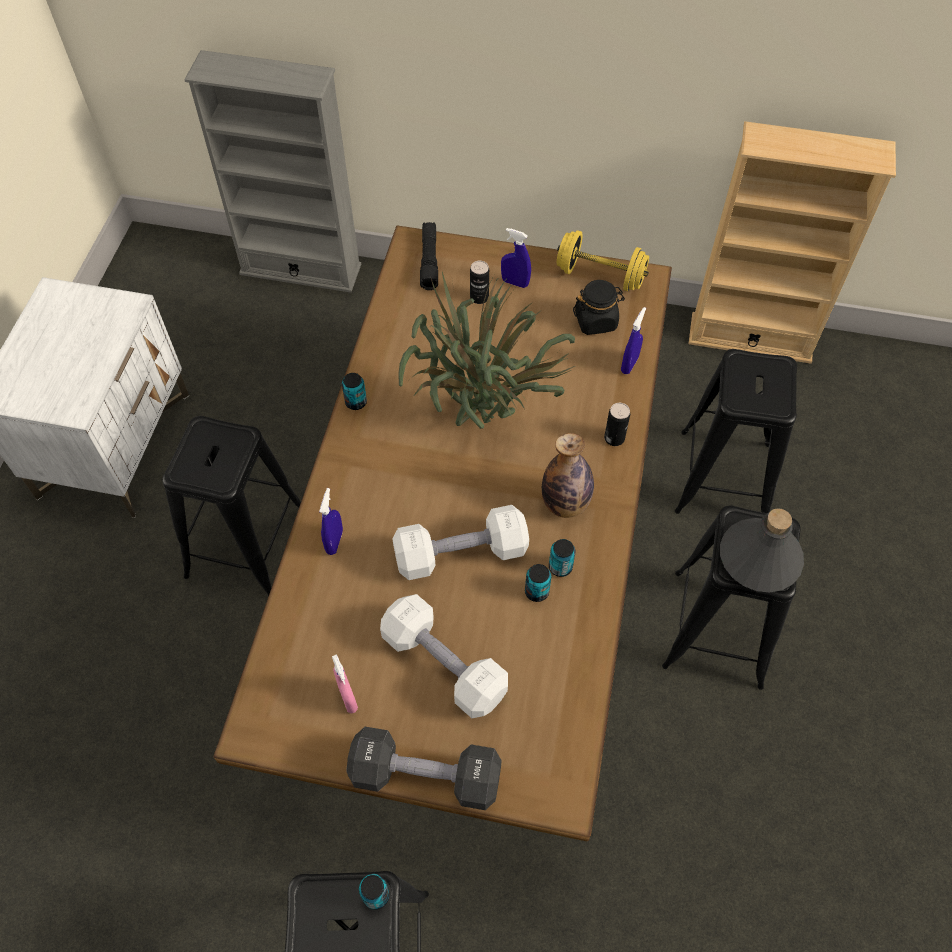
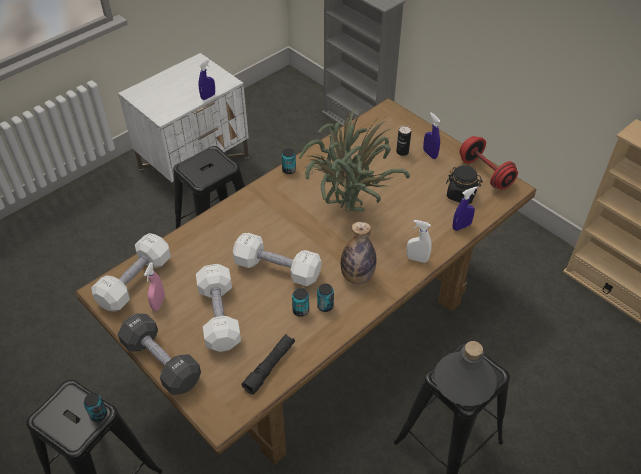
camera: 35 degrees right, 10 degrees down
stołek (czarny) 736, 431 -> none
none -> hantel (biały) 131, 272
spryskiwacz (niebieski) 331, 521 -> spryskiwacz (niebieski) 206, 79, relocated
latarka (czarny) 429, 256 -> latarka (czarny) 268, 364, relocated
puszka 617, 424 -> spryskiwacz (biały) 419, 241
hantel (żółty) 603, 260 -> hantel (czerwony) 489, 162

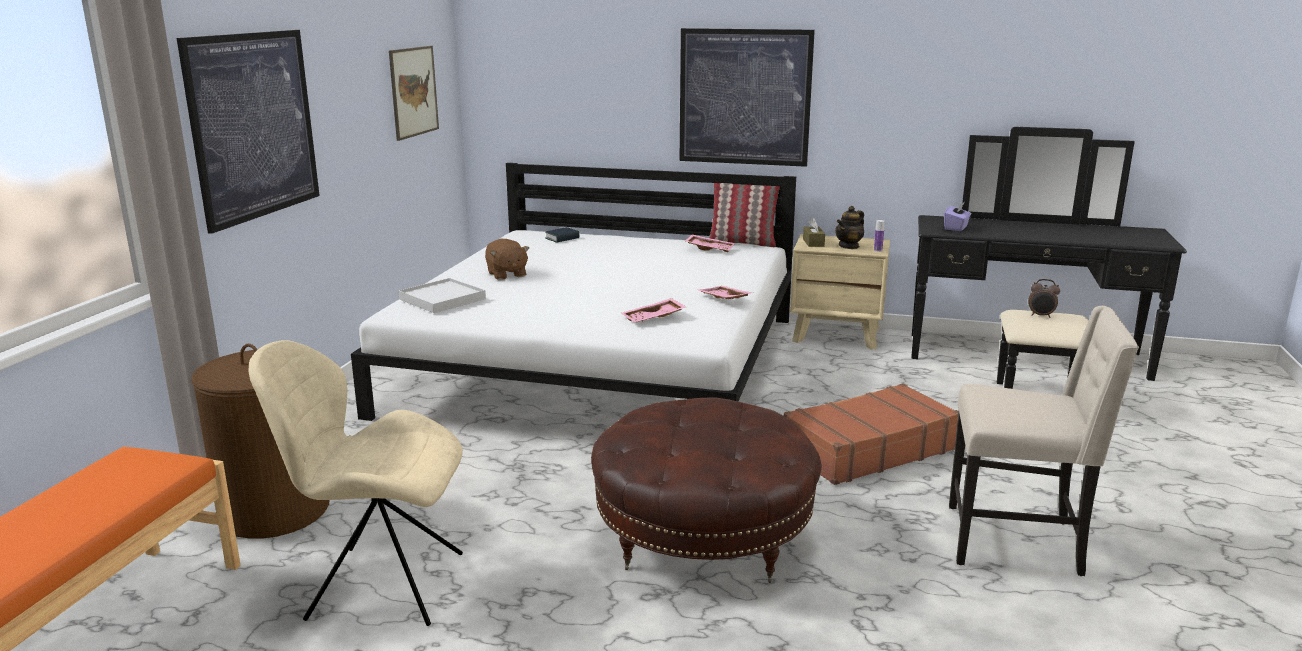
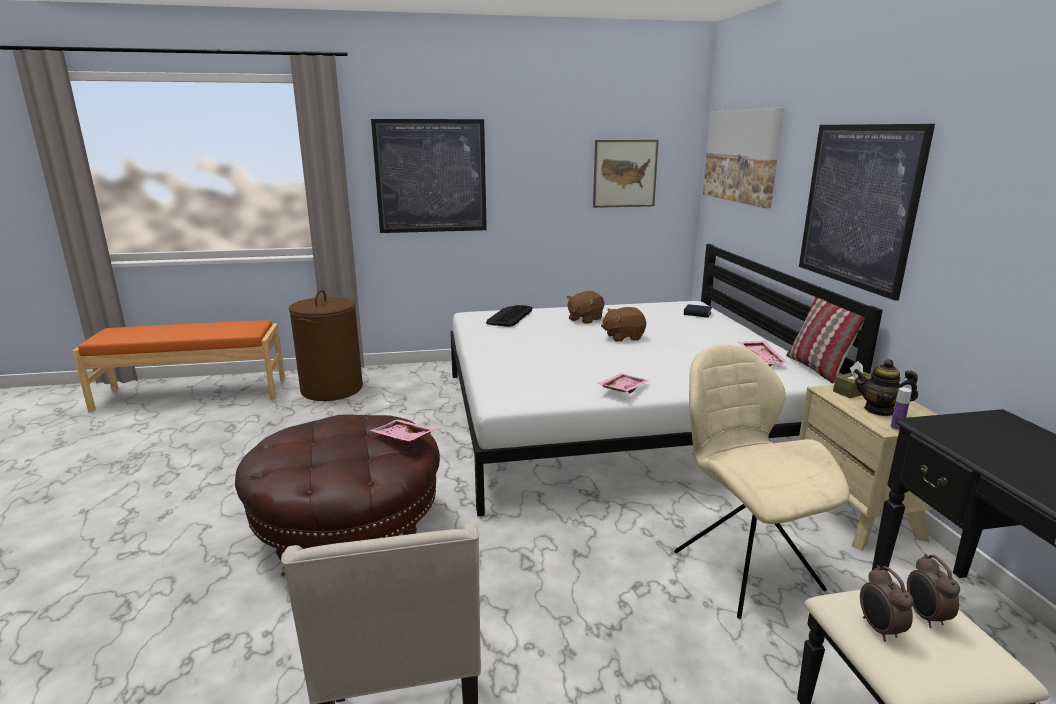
camera: 65 degrees right, 0 degrees up
walizka (brązowy) 871, 434 -> none
pudełko chusteczek (fioletowy) 957, 217 -> none
none -> pluszak (brązowy) 623, 324
none -> obraz 743, 158
none -> budzik 886, 603
krzesło (beżowy) 356, 483 -> krzesło (beżowy) 762, 482, relocated
taca (różowy) 653, 310 -> taca (różowy) 402, 430, relocated
taca (biały) 442, 295 -> klawiatura 509, 316

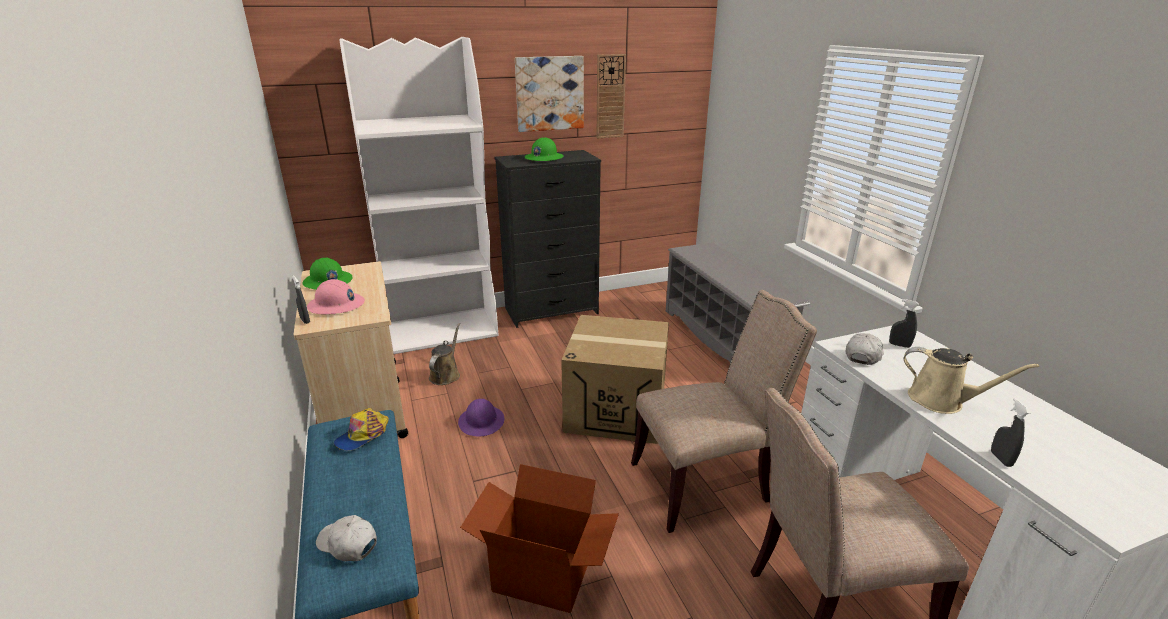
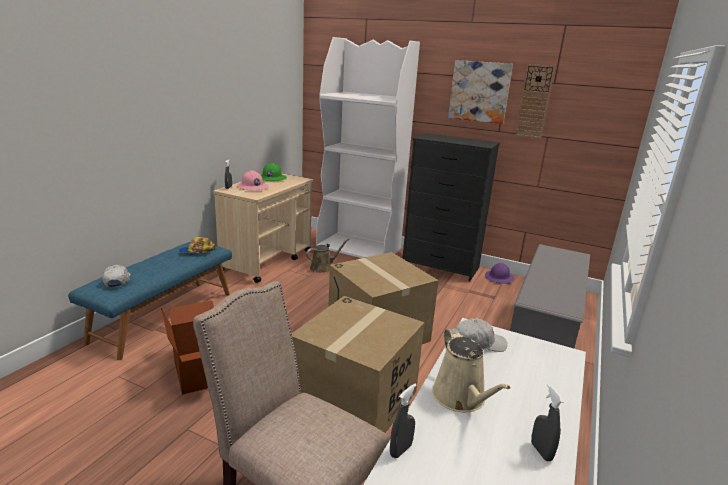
camera: 45 degrees right, 5 degrees down
kask (zielony) 544, 149 -> none
kask (fioletowy) 481, 418 -> kask (fioletowy) 500, 273, relocated
spryskiwacz (szary) 904, 323 -> spryskiwacz (szary) 547, 422, relocated
krzesło (beżowy) 724, 411 -> karton 358, 364

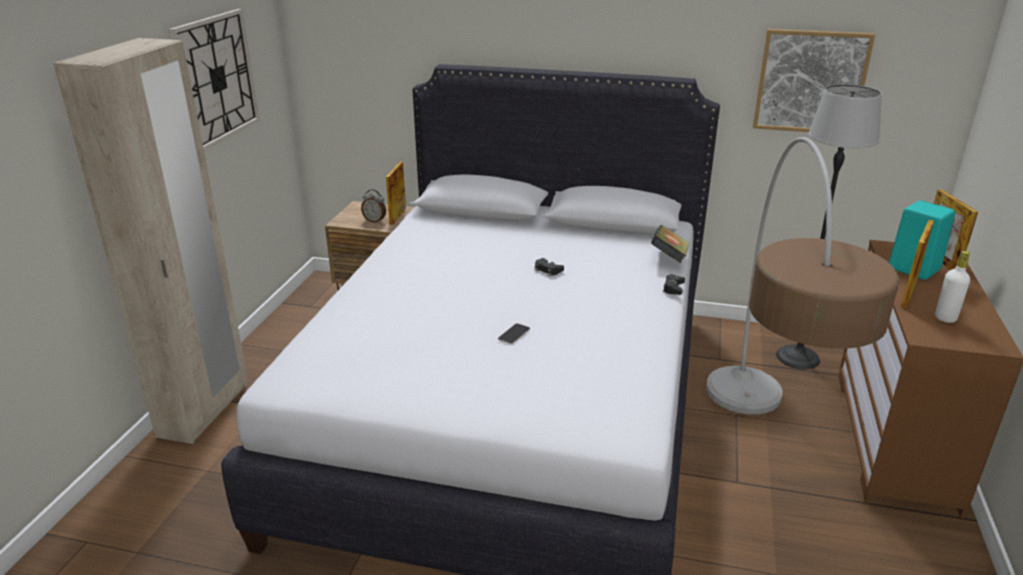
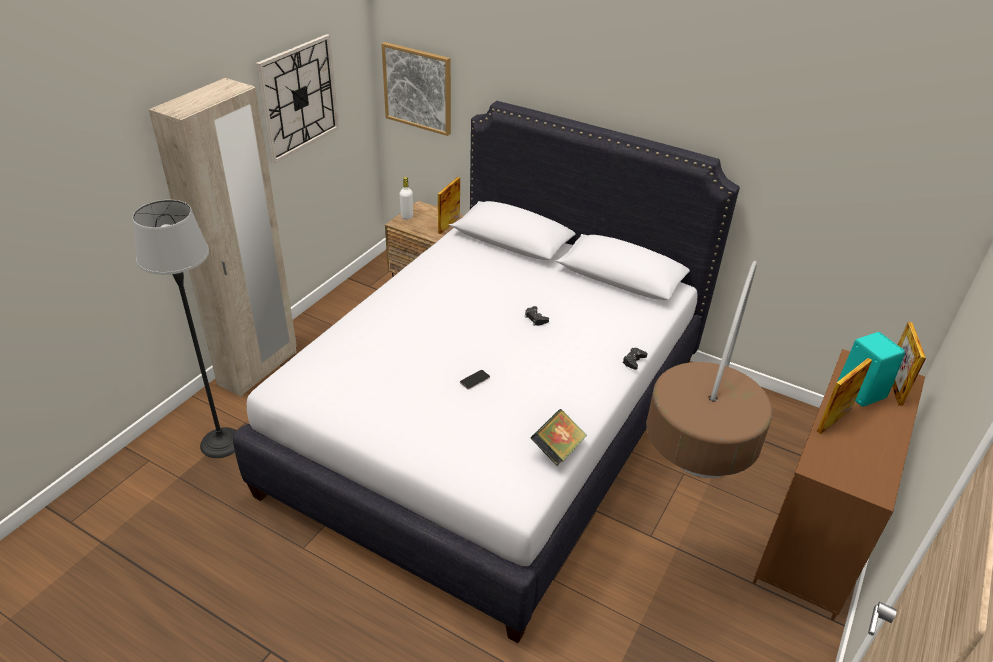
camera: 15 degrees right, 10 degrees up
budzik 373, 206 -> none
książka 670, 244 -> książka 559, 437, relocated
obraz 814, 80 -> obraz 416, 89, relocated
lampa stojąca 829, 226 -> lampa stojąca 185, 329, relocated
butelka (biały) 952, 287 -> butelka (biały) 406, 198, relocated

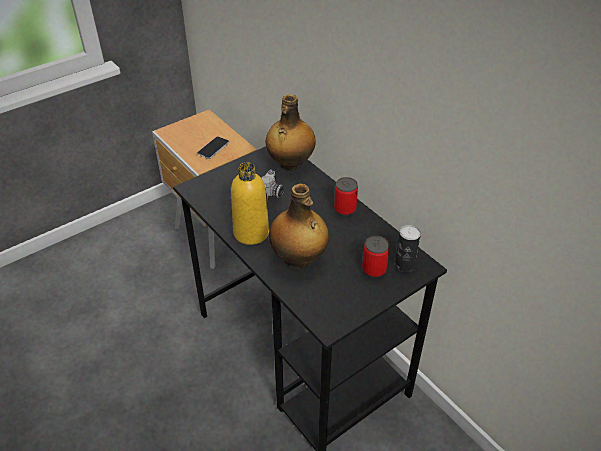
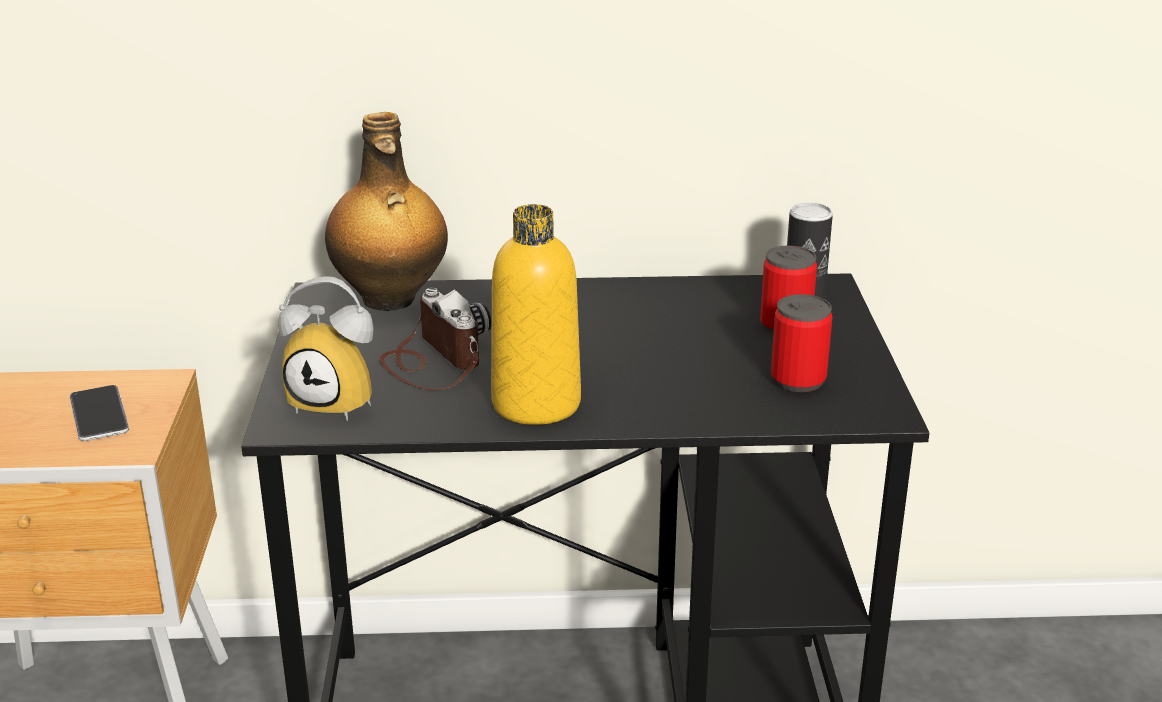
camera: 55 degrees left, 15 degrees down
butelka 299, 226 -> none
none -> budzik 325, 348
puszka 346, 196 -> puszka 801, 343, relocated

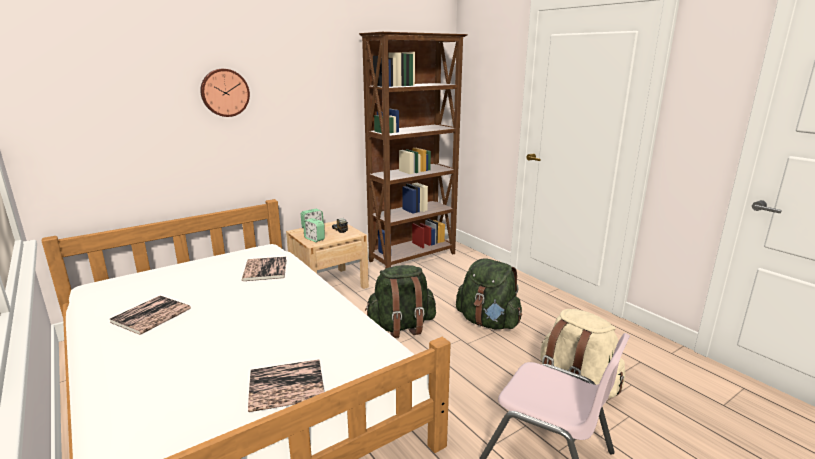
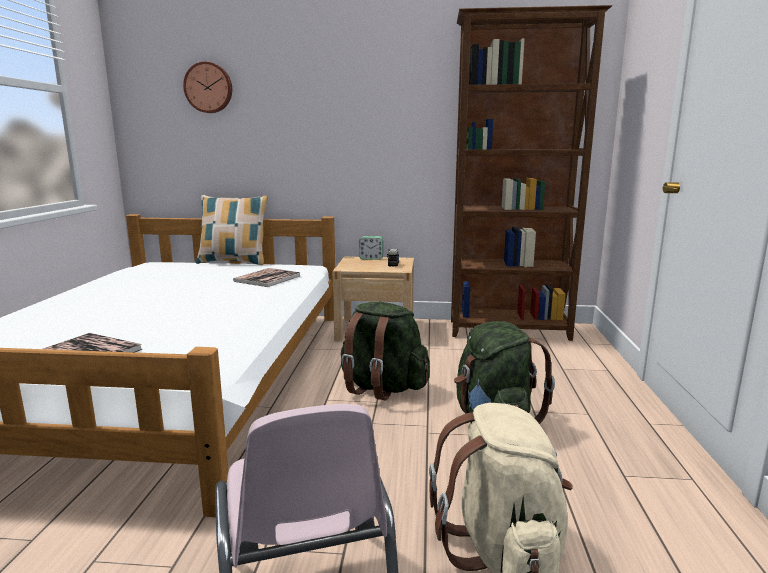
camera: 40 degrees right, 5 degrees down
książka 150, 315 -> none
budzik 314, 230 -> none
none -> poduszka 232, 230
zegar ścienny 225, 93 -> zegar ścienny 207, 87, relocated

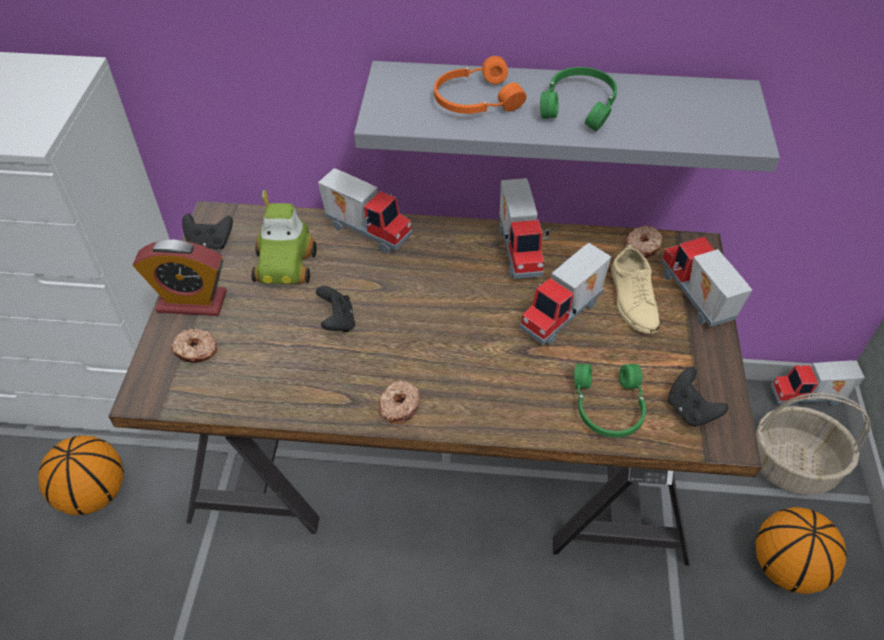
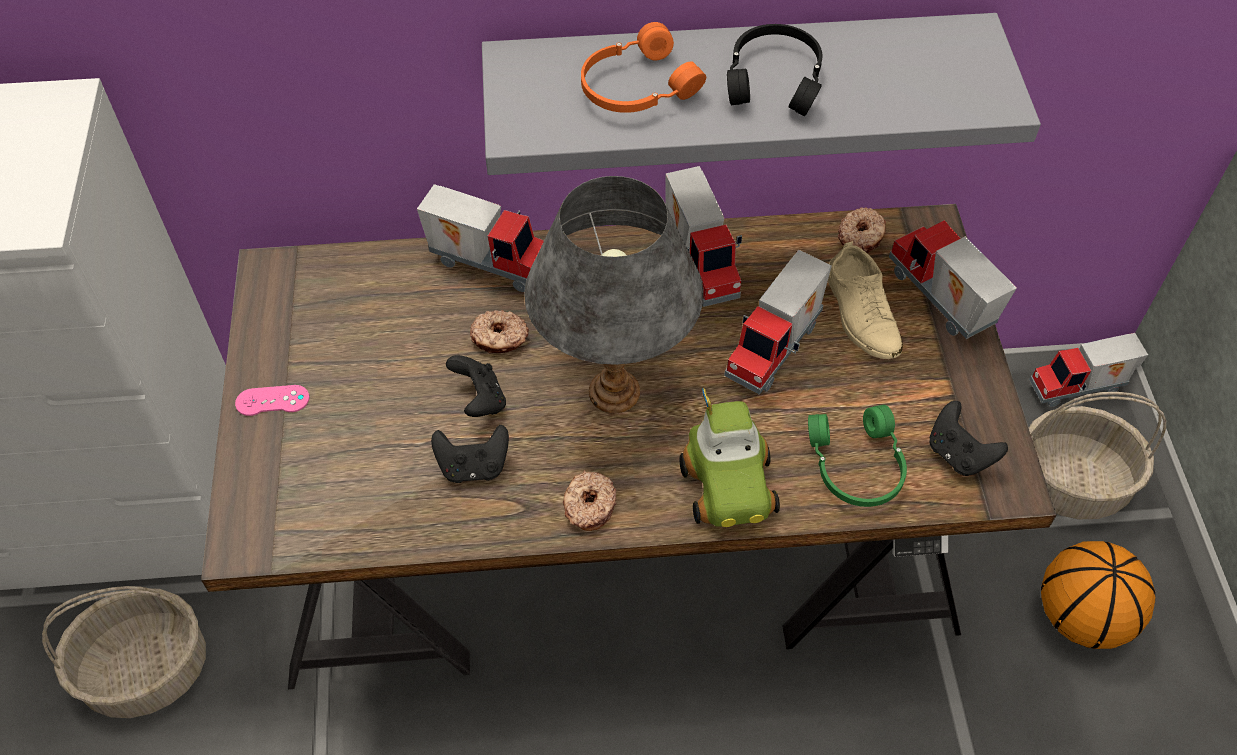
camera: 10 degrees left, 5 degrees up
none -> lampa stołowa (szary) 614, 294
donut 193, 345 -> donut 499, 332, relocated
pad do gier (czarny) 207, 231 -> pad do gier (czarny) 470, 454, relocated
samochodzik 284, 236 -> samochodzik 729, 457, relocated
piłka do koszykówki 81, 475 -> koszyk 124, 652
budzik 180, 277 -> pad do gier (różowy) 272, 400
słuchawki (zielony) 578, 99 -> słuchawki (czarny) 775, 70

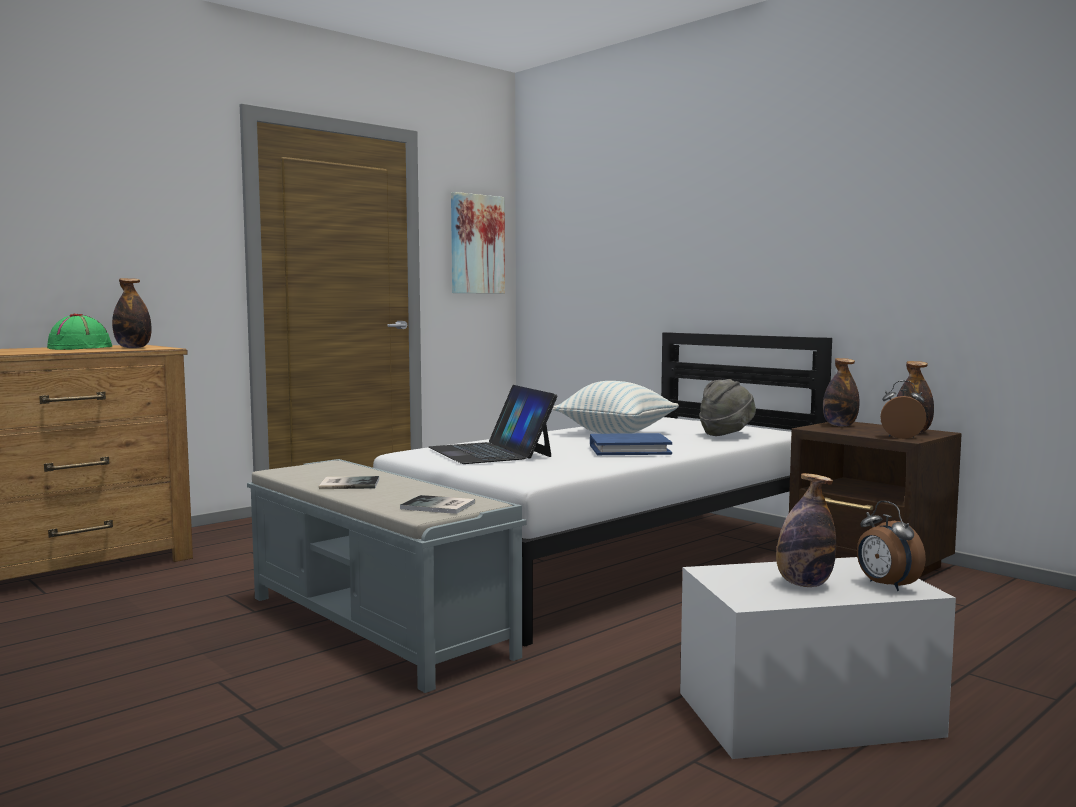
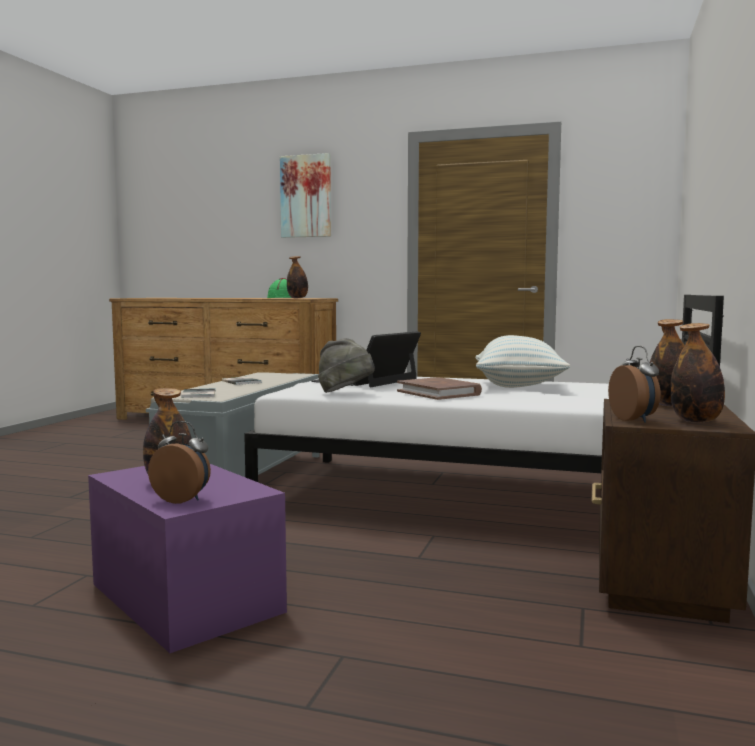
camera: 60 degrees right, 0 degrees up
obraz 478, 243 -> obraz 305, 195, relocated
kapelusz (szary) 727, 407 -> kapelusz (szary) 346, 365, relocated
książka (niebieski) 631, 444 -> książka (brązowy) 439, 388
pojemnik do przechowywania (biały) 818, 658 -> pojemnik do przechowywania (fioletowy) 187, 558
budzik 891, 546 -> budzik 179, 462, 75 degrees clockwise

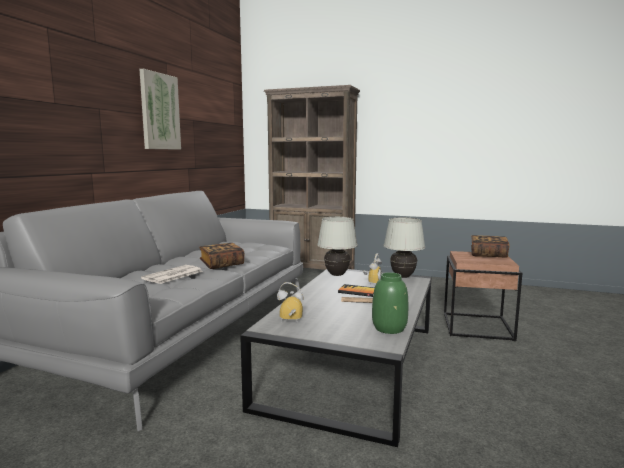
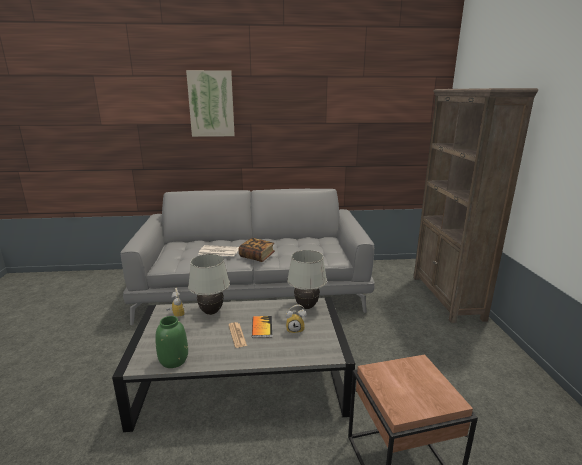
camera: 65 degrees right, 10 degrees up
książka 490, 246 -> none
obraz 160, 109 -> obraz 210, 103, relocated
lampa stołowa (biały) 404, 248 -> lampa stołowa (biały) 209, 284, relocated

